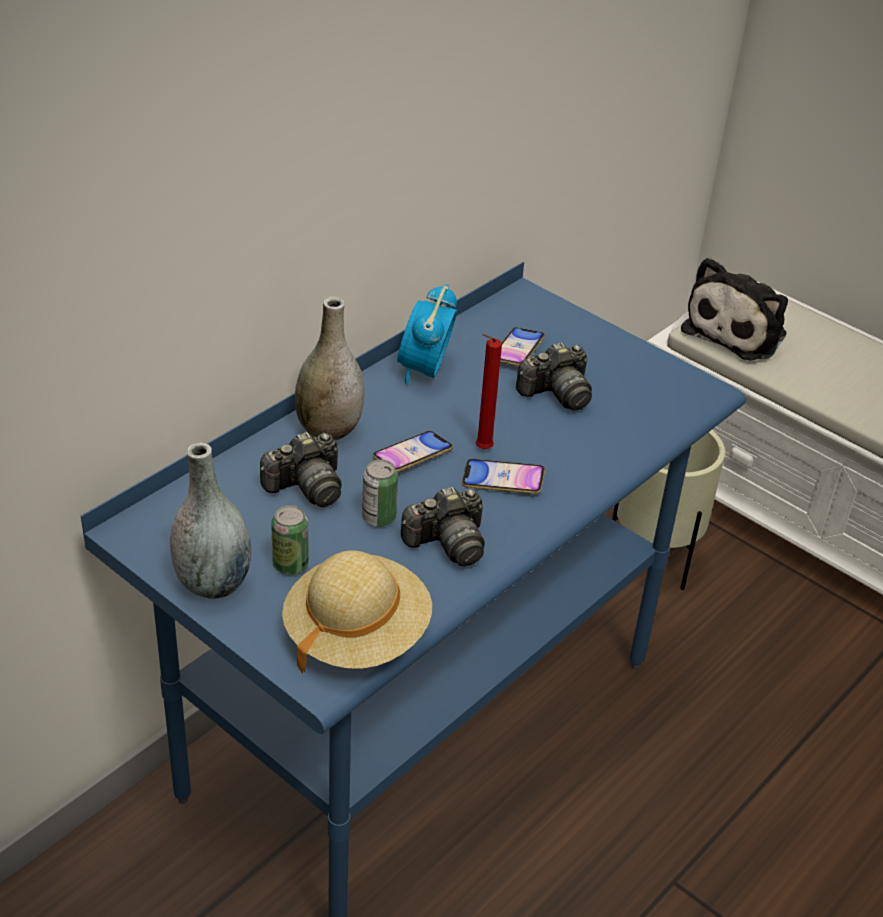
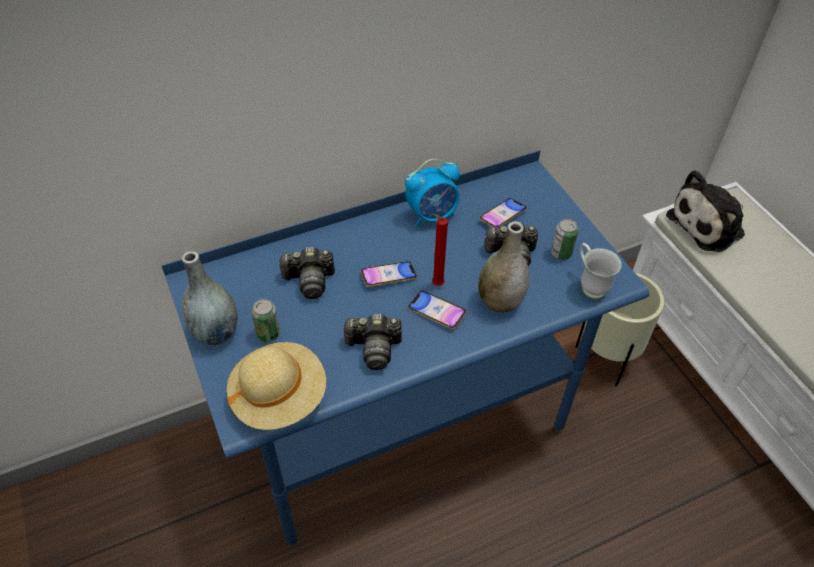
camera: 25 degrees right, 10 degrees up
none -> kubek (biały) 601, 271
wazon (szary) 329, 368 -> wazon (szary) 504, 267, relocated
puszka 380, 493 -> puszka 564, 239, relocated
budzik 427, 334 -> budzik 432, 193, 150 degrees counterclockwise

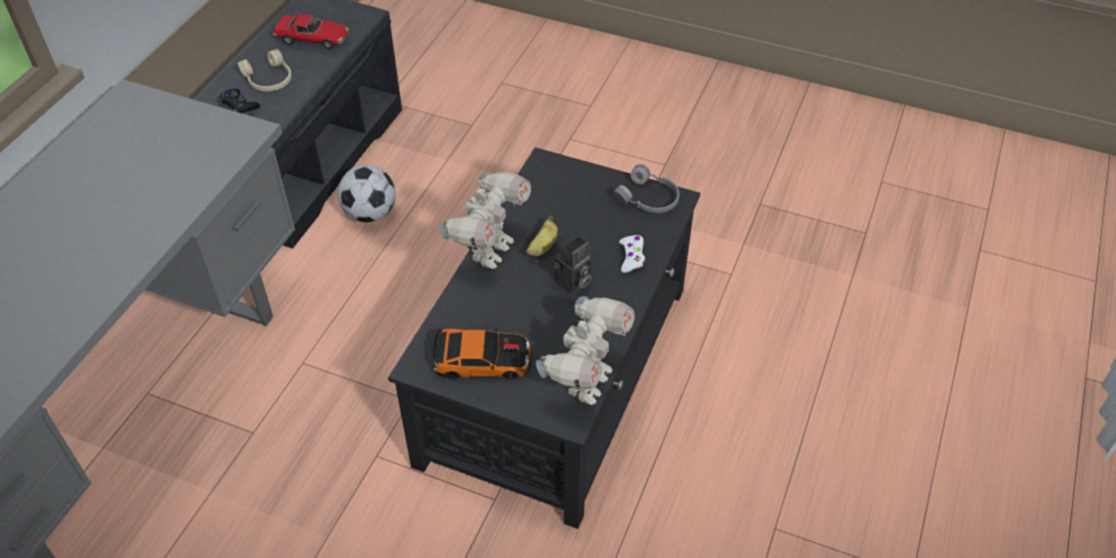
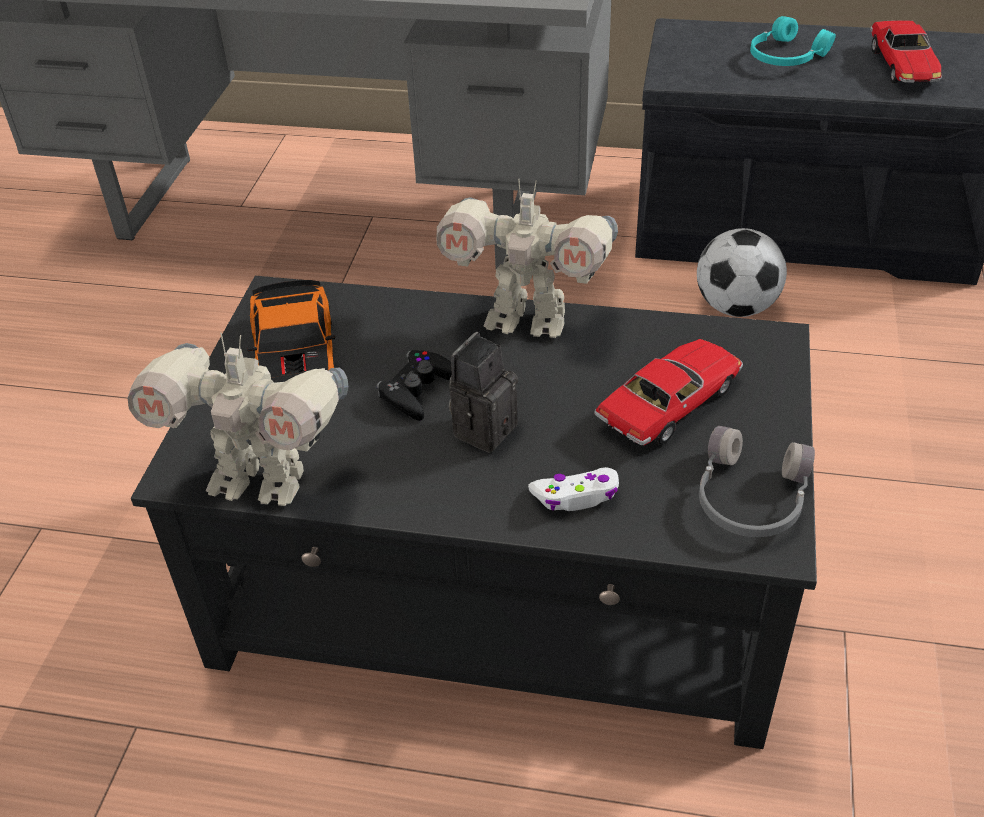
camera: 80 degrees right, 5 degrees down
banan 542, 236 -> none
none -> samochodzik 668, 392
pad do gier (czarny) 238, 100 -> pad do gier (czarny) 414, 385, relocated
słuchawki (beżowy) 265, 70 -> słuchawki (turkusowy) 793, 41
aparat fotograficzny 572, 265 -> aparat fotograficzny 483, 392, 90 degrees clockwise

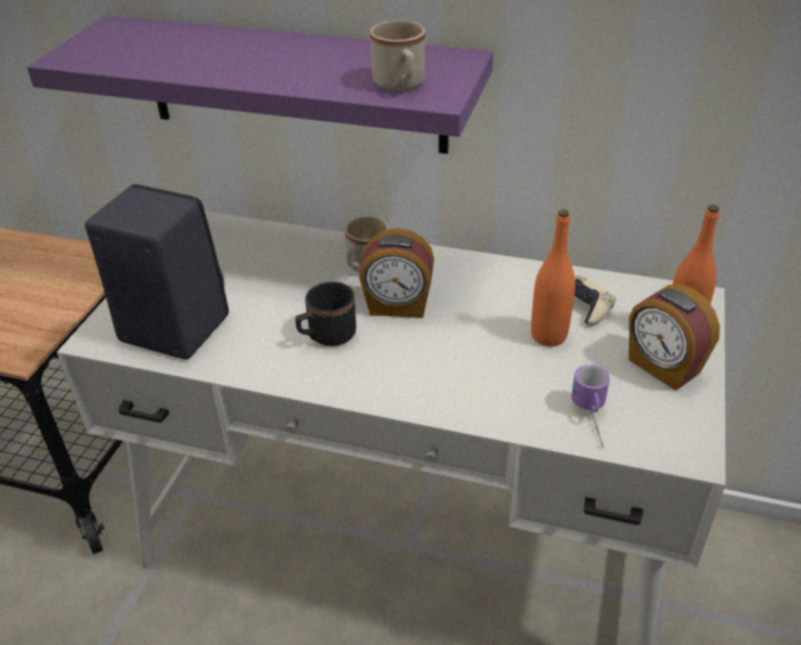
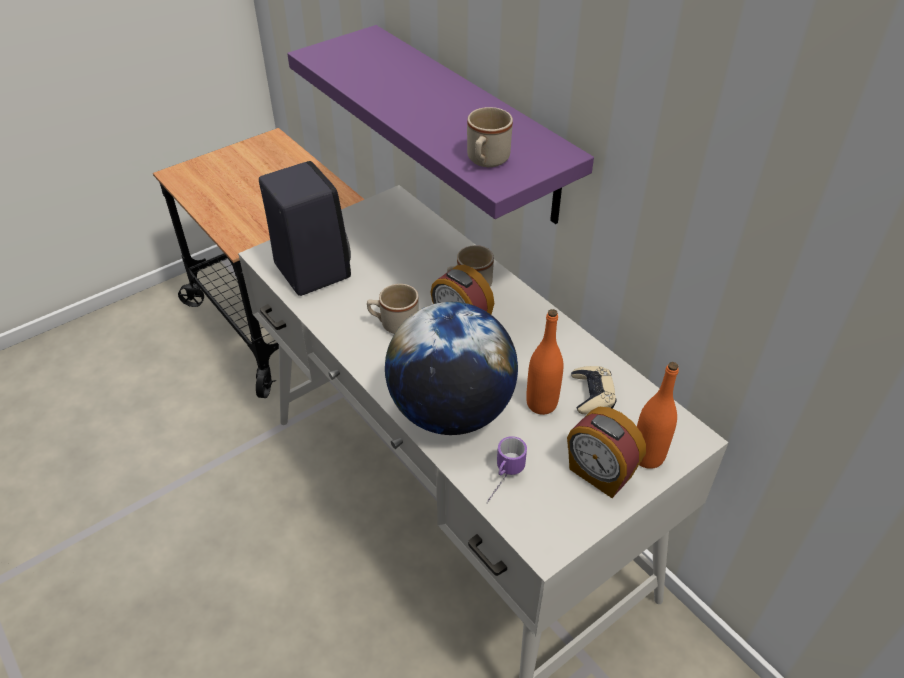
camera: 35 degrees right, 5 degrees up
none -> globus 451, 368
kubek (czarny) 325, 314 -> kubek (beżowy) 392, 309
budzik 674, 337 -> budzik 606, 452, 45 degrees counterclockwise

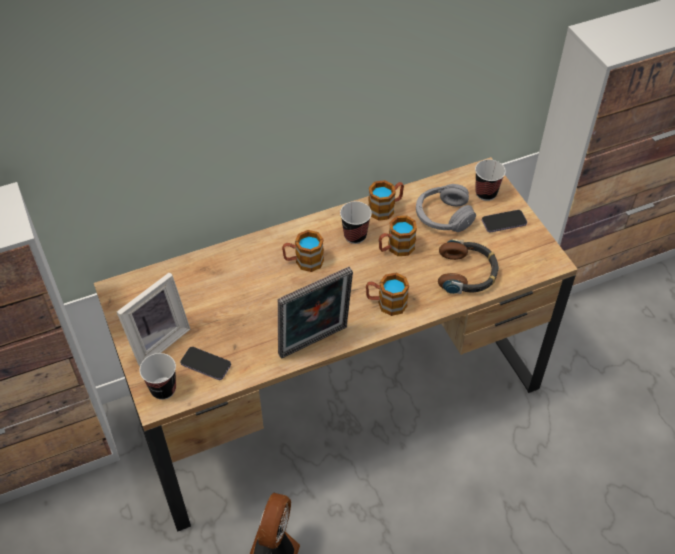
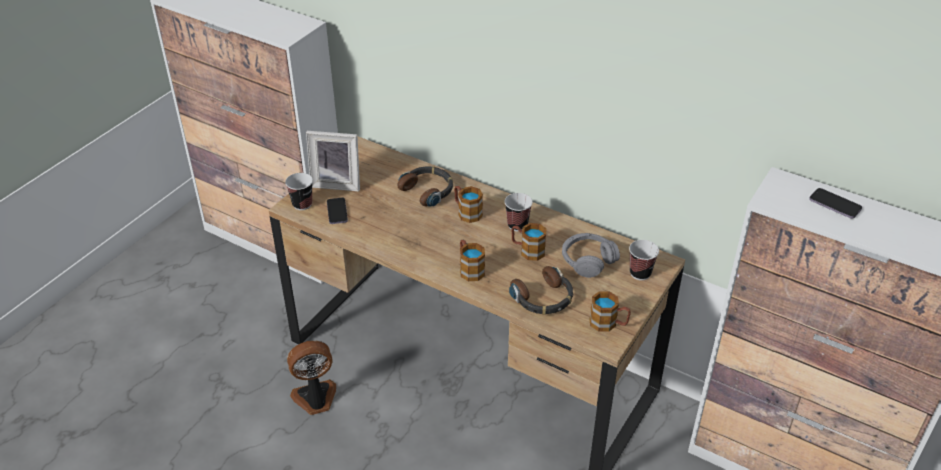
camera: 55 degrees right, 10 degrees down
ramka na zdjęcie 315, 313 -> none
none -> słuchawki 425, 186
kubek 386, 200 -> kubek 610, 311, relocated
telefon 504, 221 -> telefon 835, 203, relocated

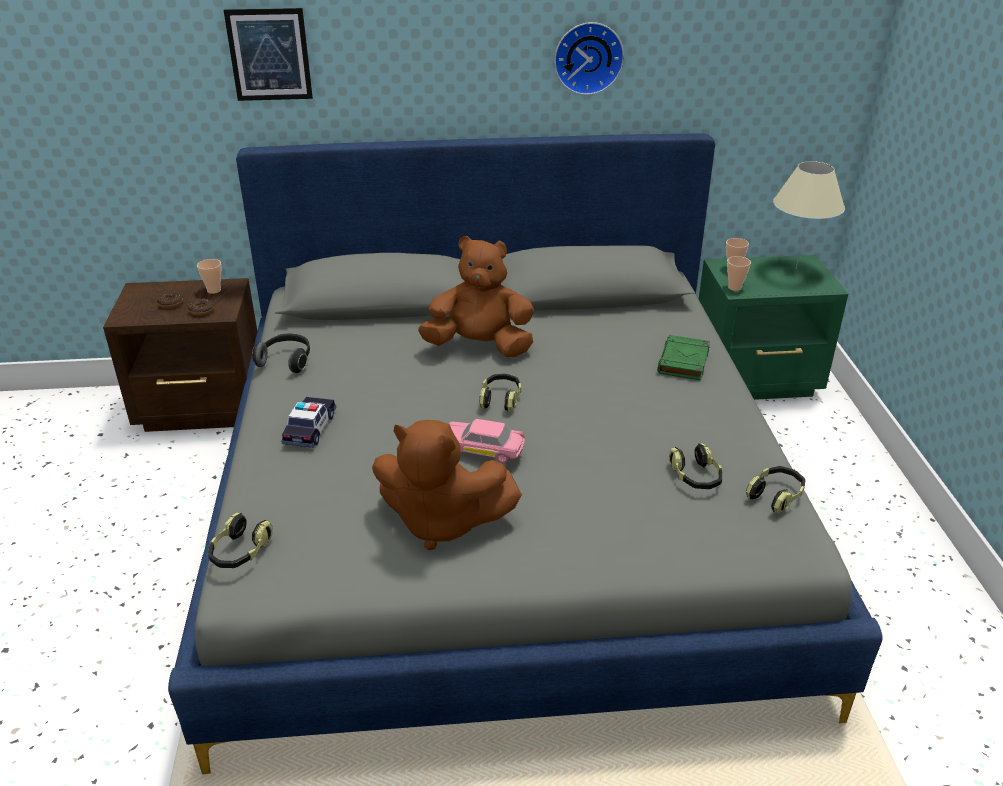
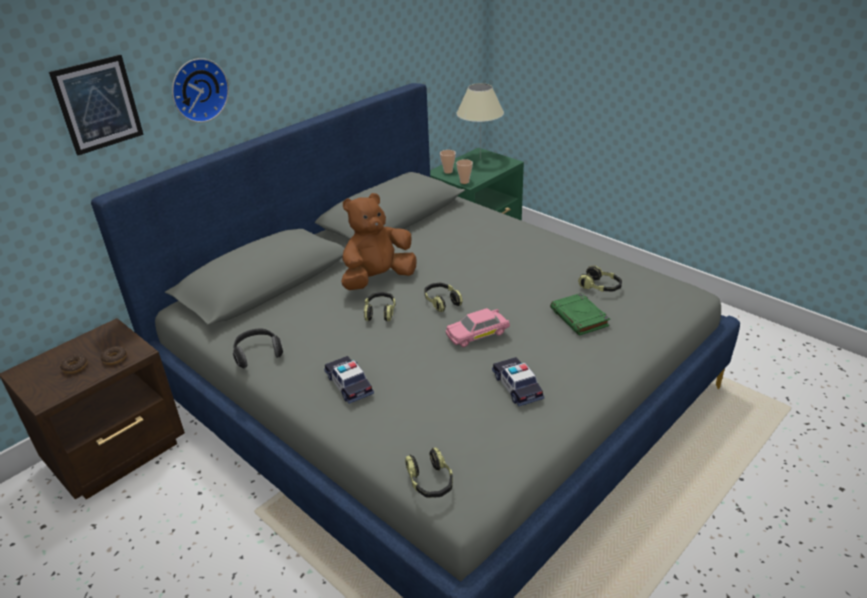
camera: 40 degrees left, 0 degrees up
filiżanka 209, 276 -> none
zegar ścienny 589, 58 -> zegar ścienny 200, 90, relocated
książka (zielony) 683, 358 -> książka (zielony) 580, 314, relocated
słuchawki 775, 490 -> słuchawki 380, 306, relocated
pluszak (brązowy) 447, 485 -> samochodzik 518, 381

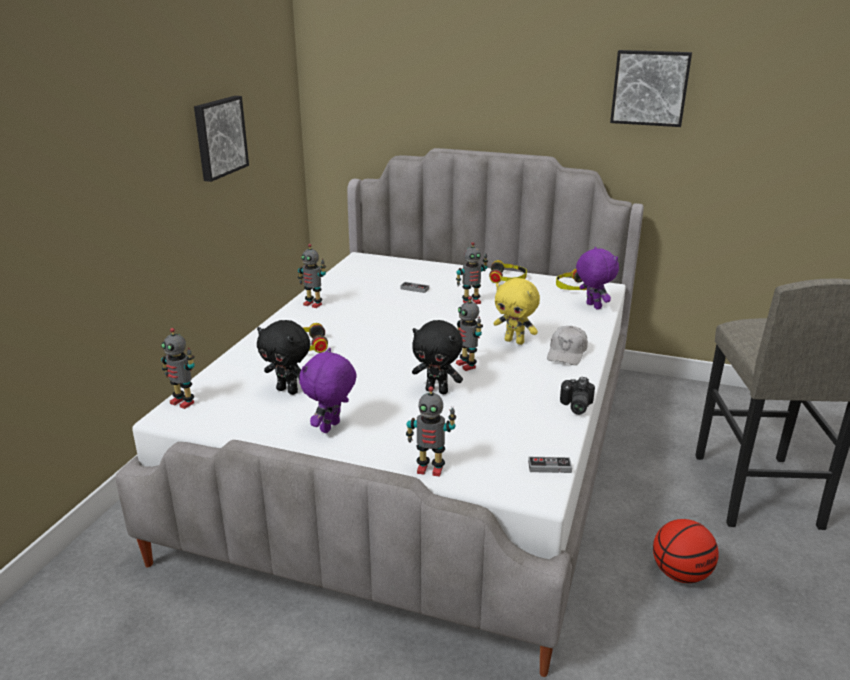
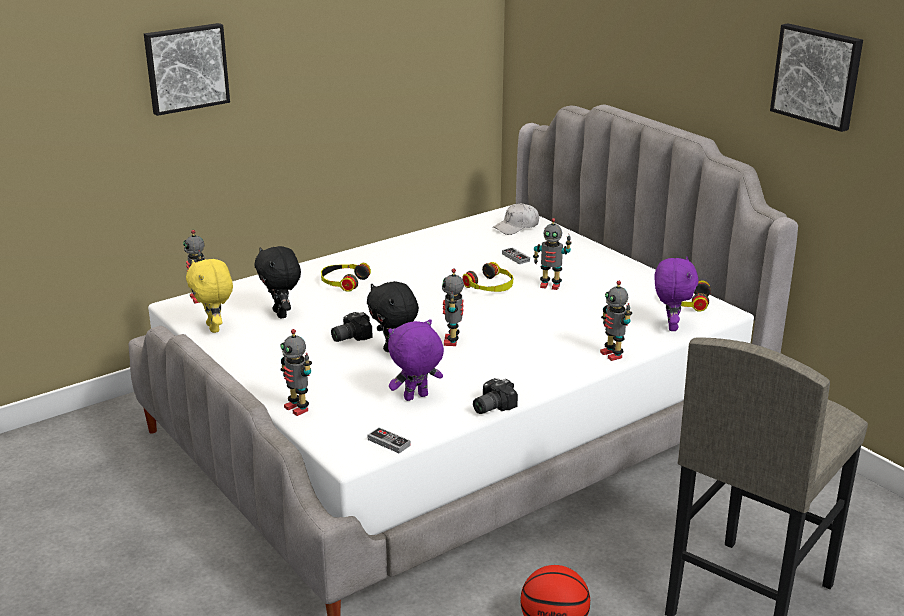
camera: 35 degrees right, 0 degrees up
none -> aparat fotograficzny 352, 327
obraz 221, 139 -> obraz 187, 69, relocated
robot zabawkowy 312, 276 -> robot zabawkowy 616, 321, relocated
pluszak (fioletowy) 328, 390 -> pluszak (fioletowy) 416, 360, relocated
słuchawki 508, 271 -> słuchawki 487, 277, relocated
pluszak (żółty) 517, 311 -> pluszak (żółty) 209, 296, relocated
czapka z daszkiem (biały) 567, 345 -> czapka z daszkiem (biały) 516, 219, relocated

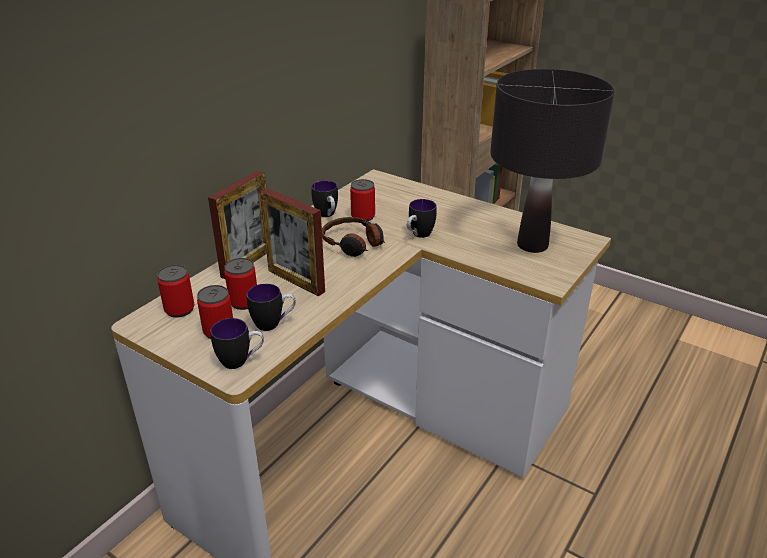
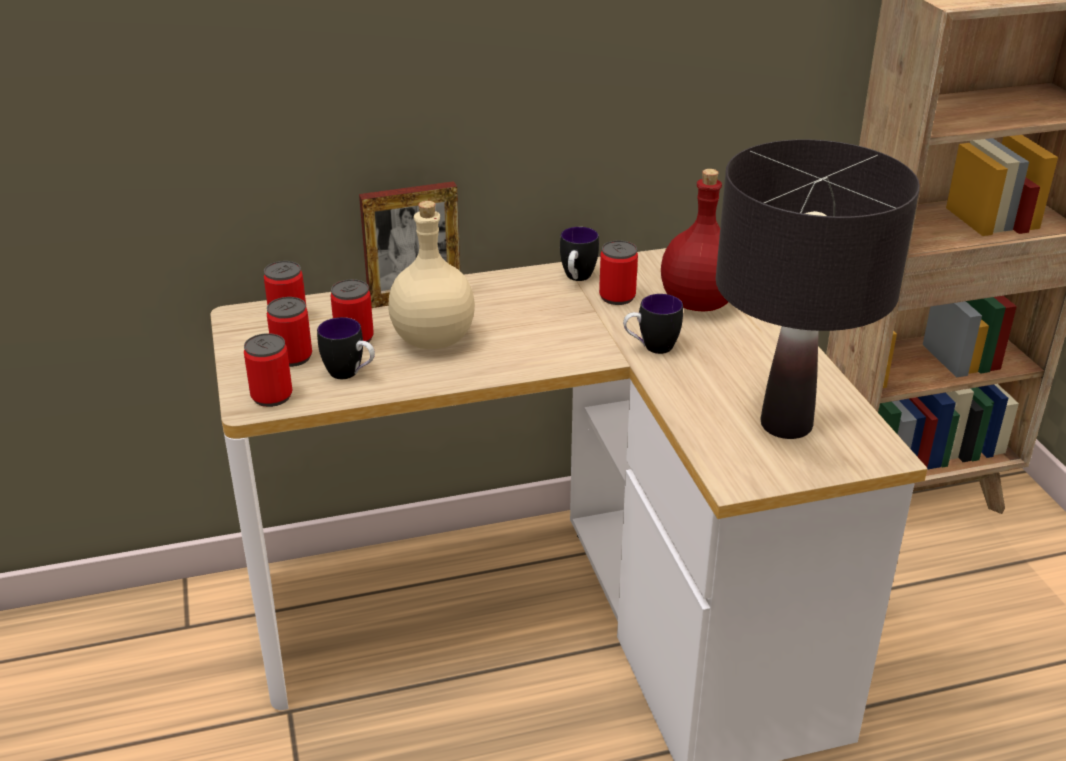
camera: 40 degrees right, 0 degrees up
słuchawki 353, 237 -> none
none -> butelka (czerwony) 694, 240
kubek 237, 343 -> puszka 268, 370
ramka na zdjęcie 292, 242 -> butelka (beżowy) 431, 275

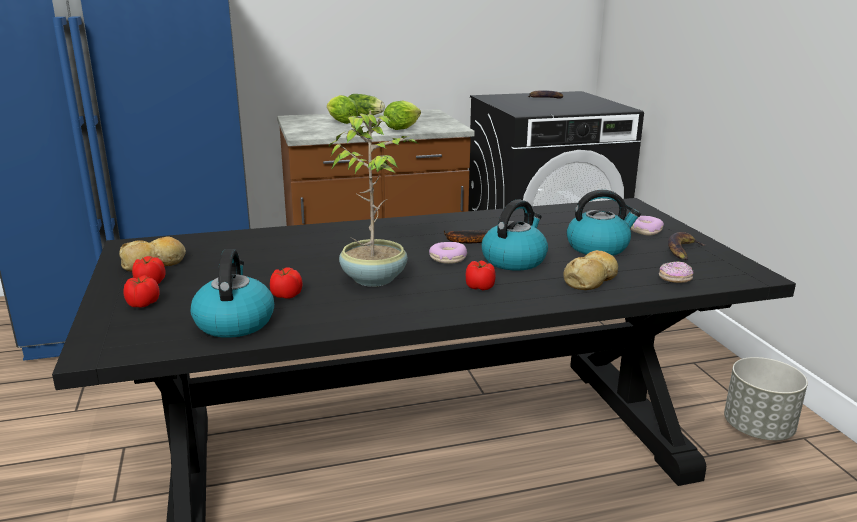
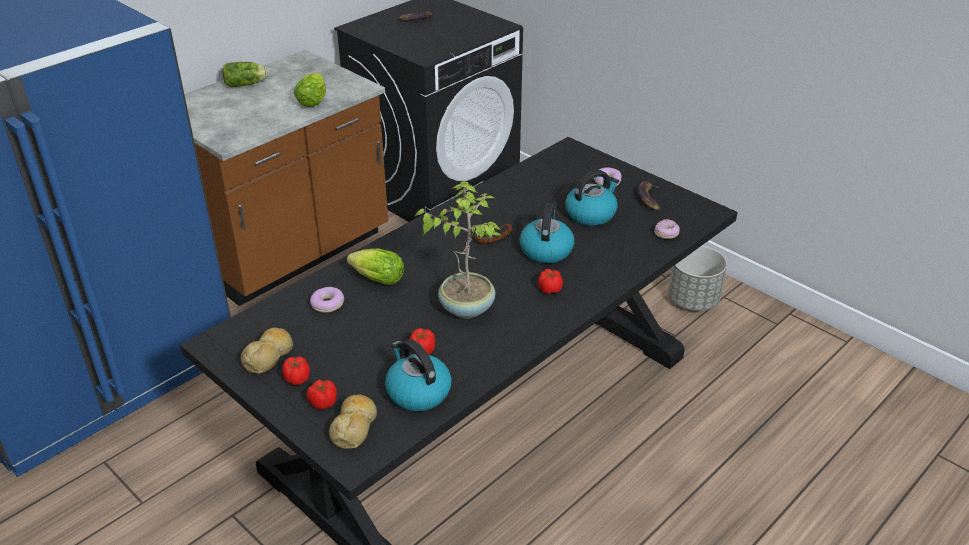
camera: 30 degrees left, 15 degrees up
sałata 342, 109 -> sałata 375, 267, relocated
donut 448, 253 -> donut 327, 300, relocated
chleb 590, 270 -> chleb 353, 421, relocated

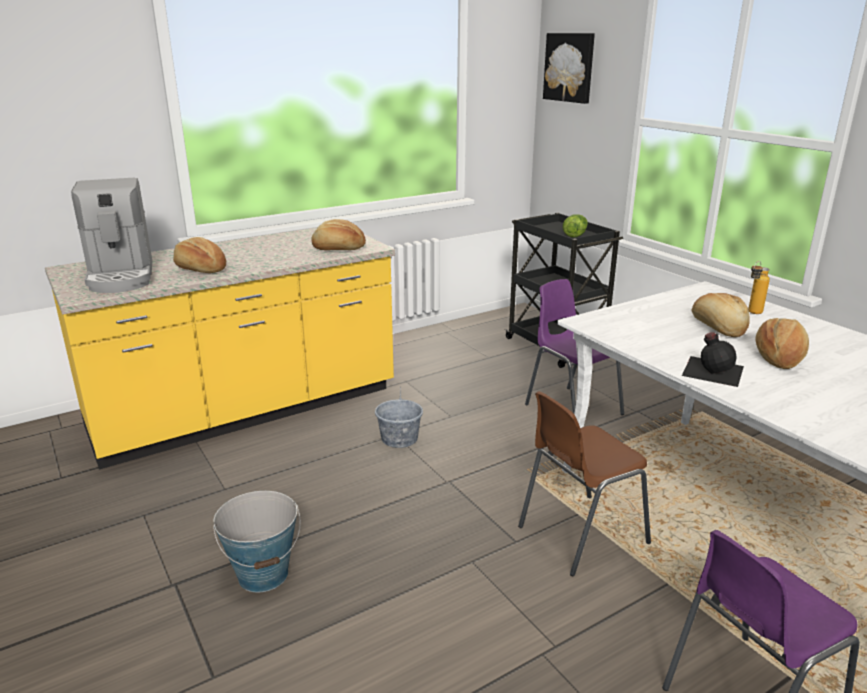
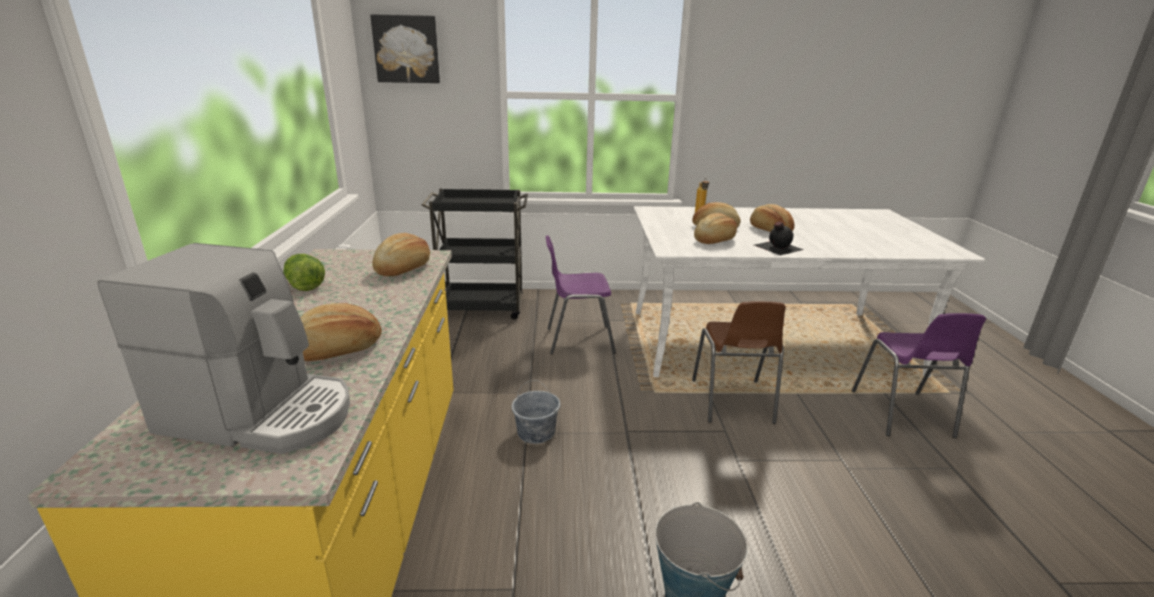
camera: 60 degrees left, 0 degrees up
none -> chleb 715, 228
sałata 575, 225 -> sałata 304, 272, relocated

